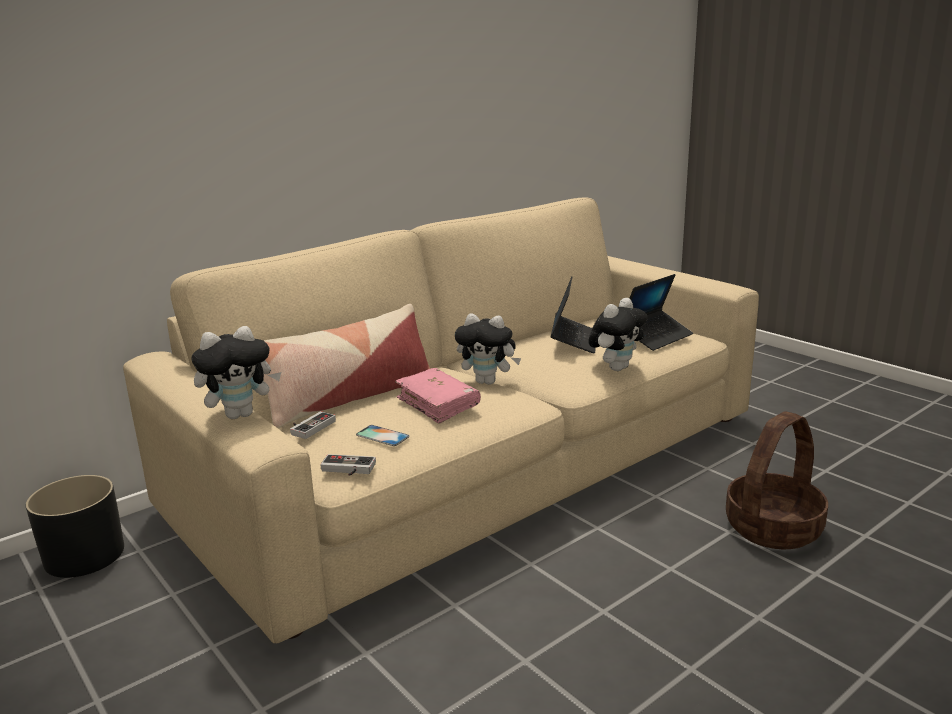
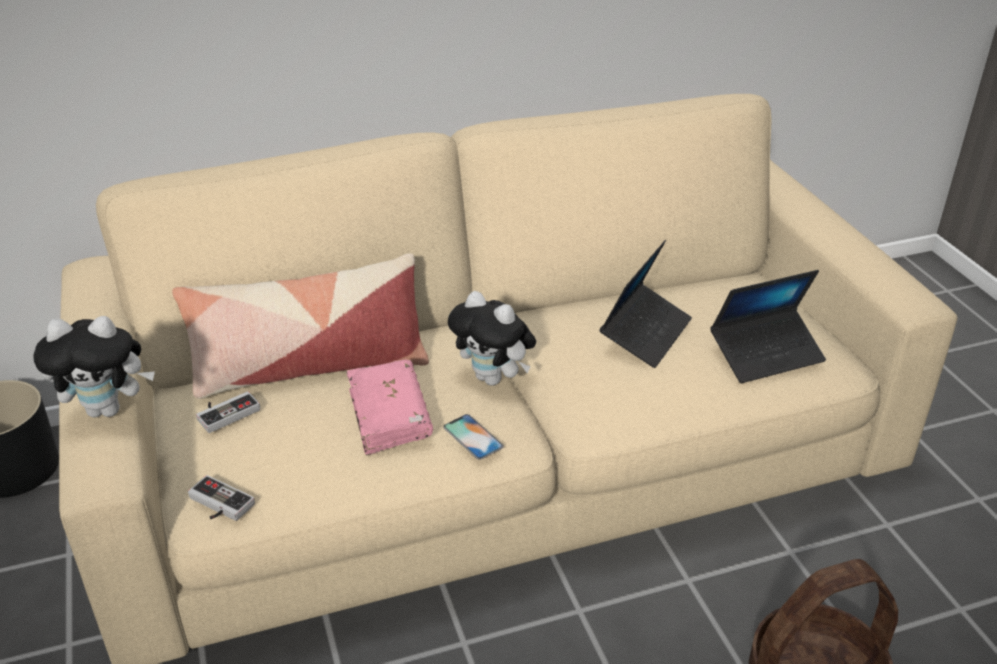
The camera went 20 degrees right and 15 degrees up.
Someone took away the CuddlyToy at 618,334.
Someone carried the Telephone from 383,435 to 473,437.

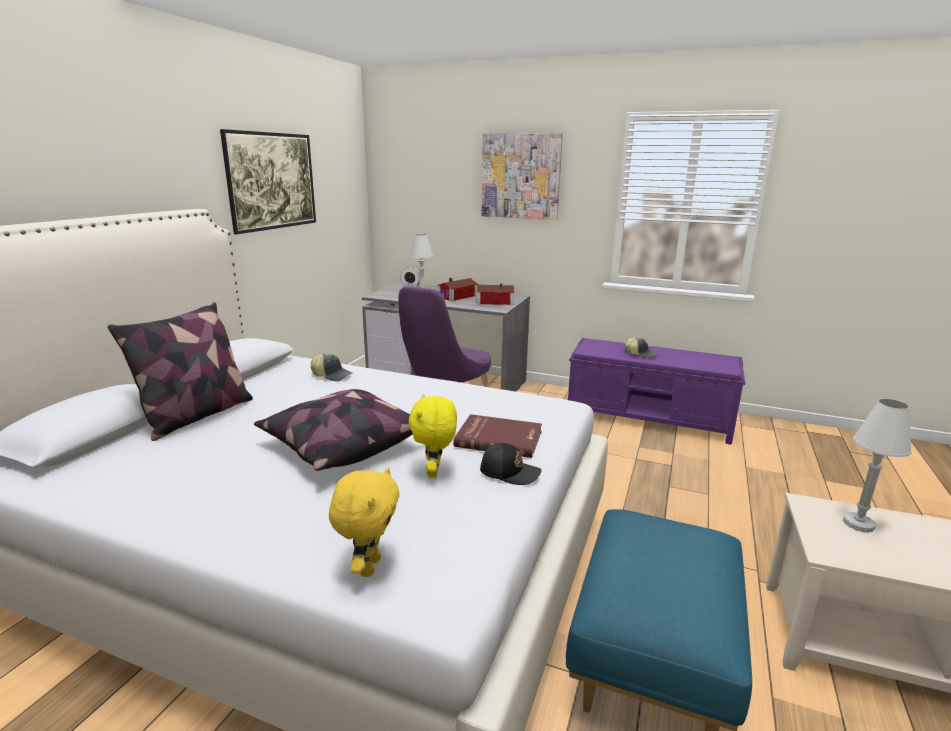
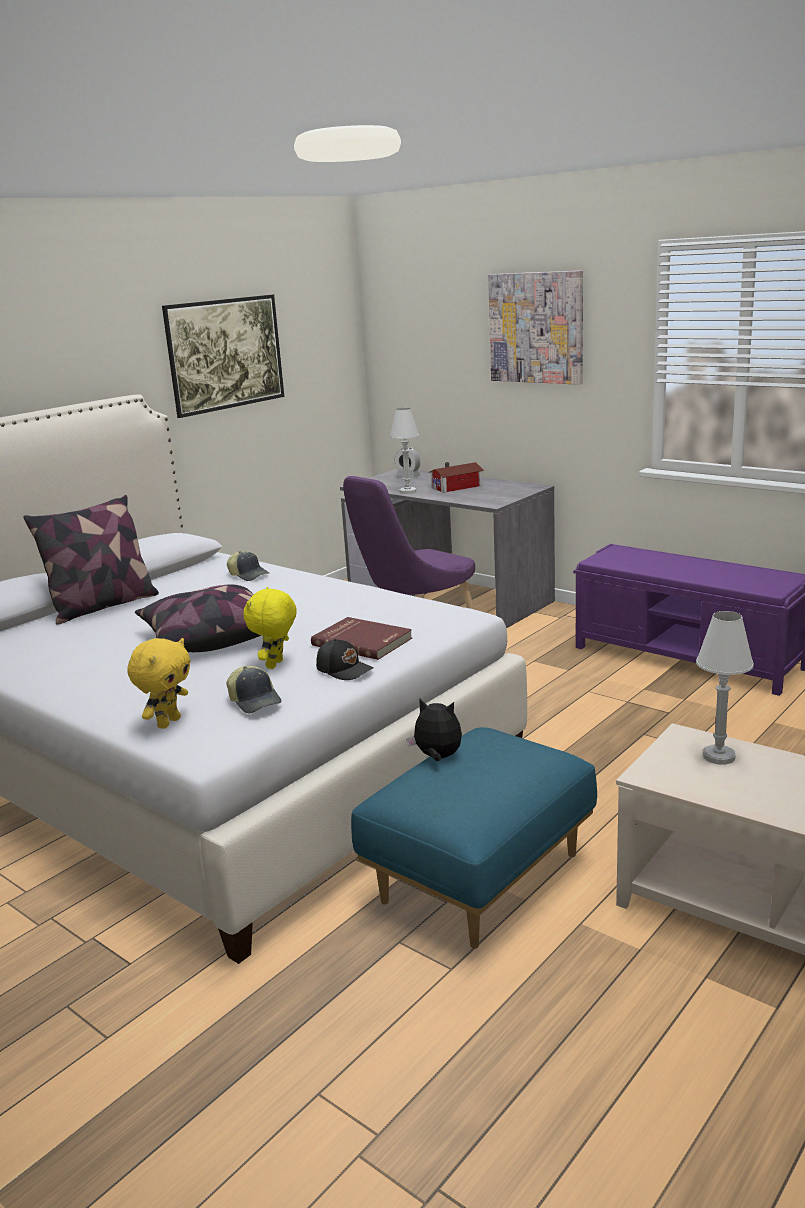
The camera went 20 degrees right and 0 degrees up.
Someone took away the MiniatureHouse at 495,294.
Someone carried the PeakedCap from 640,348 to 254,689.
Someone put down the CuddlyToy at 434,730.

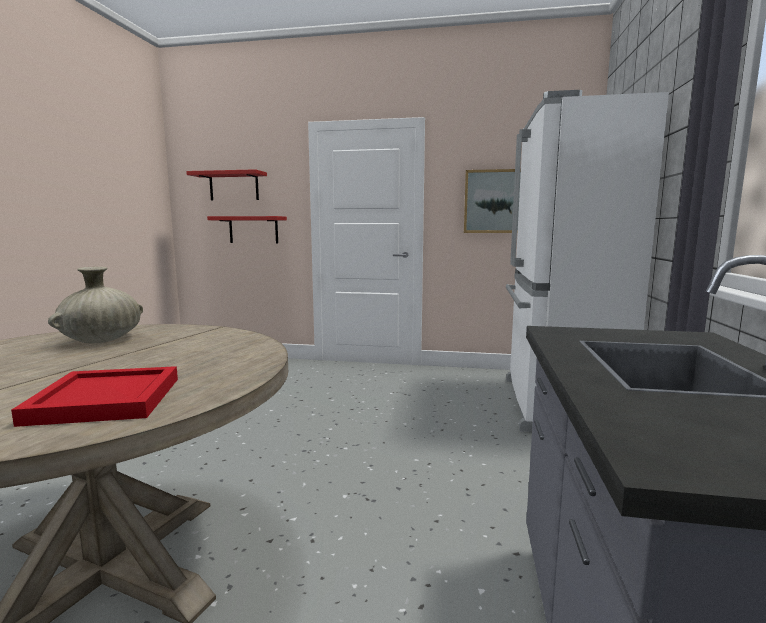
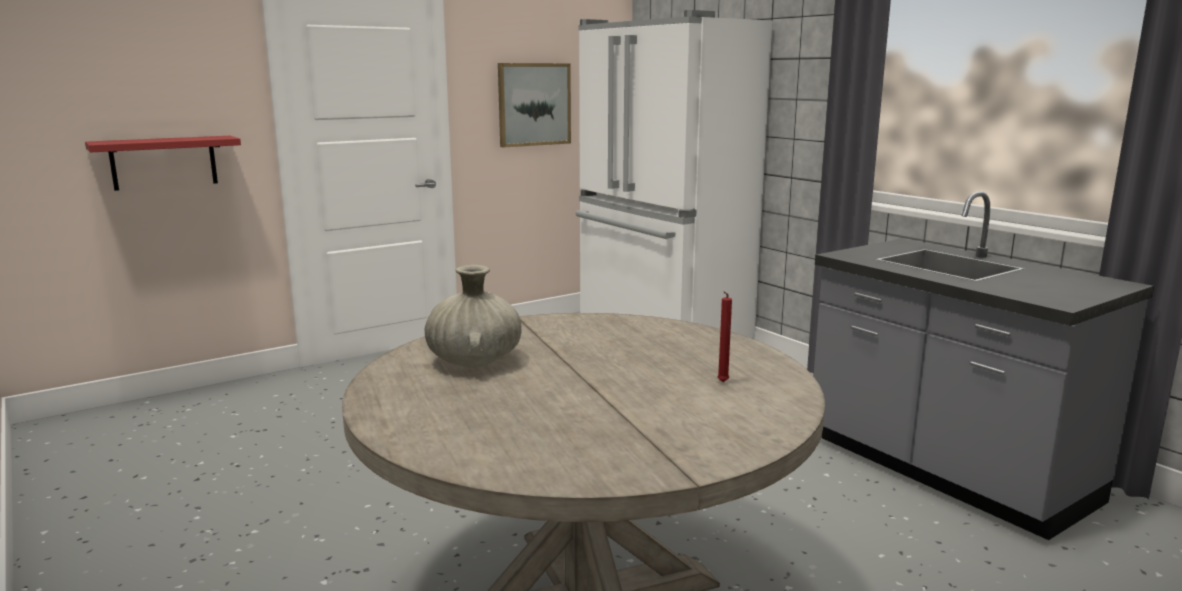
The camera went 45 degrees left and 5 degrees up.
Someone took away the RedShelf at 226,185.
Someone swapped the RedServingTray at 94,396 for the RedCandle at 724,336.

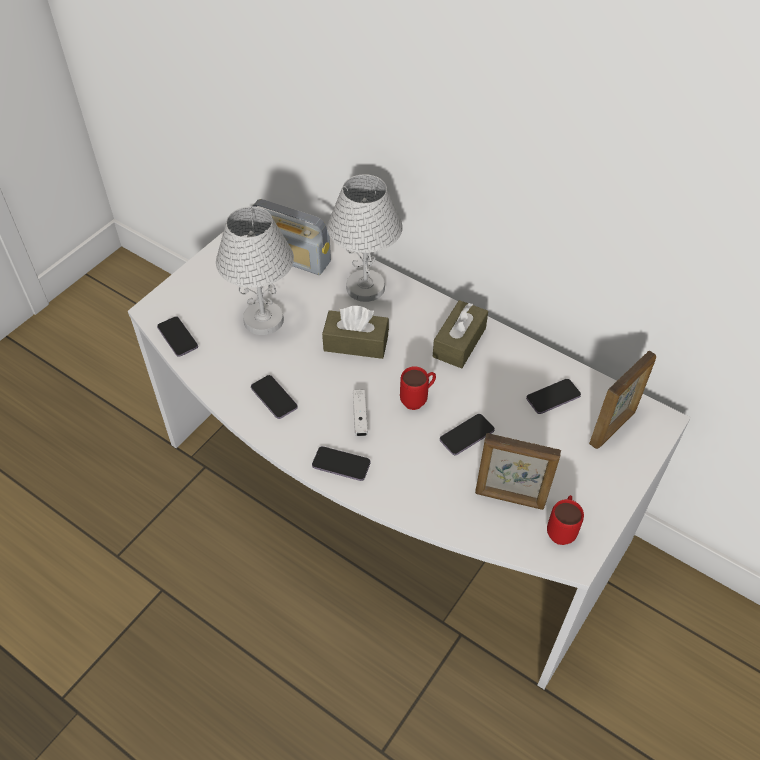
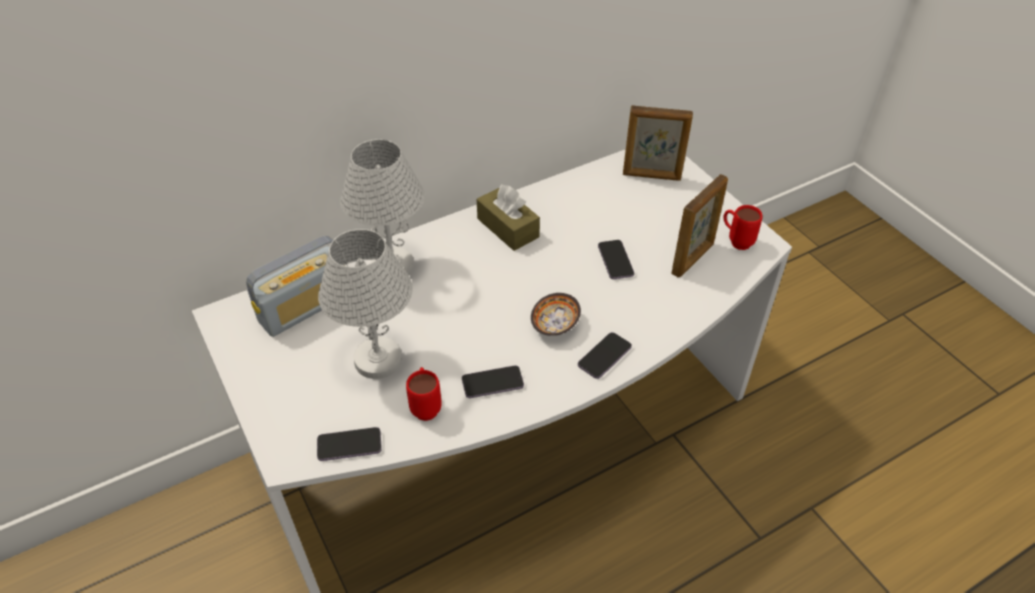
The camera went 65 degrees left and 5 degrees down.
Someone took away the BrownishBoxOfTissues at 355,332.
Someone rotated the StandingFrame at 622,400 by 120 degrees clockwise.
Someone carried the RedTeaMug from 418,388 to 424,394.
Someone took away the Telephone at 553,396.
Someone swapped the WhiteGamepad at 360,412 for the ServingBowl at 556,314.

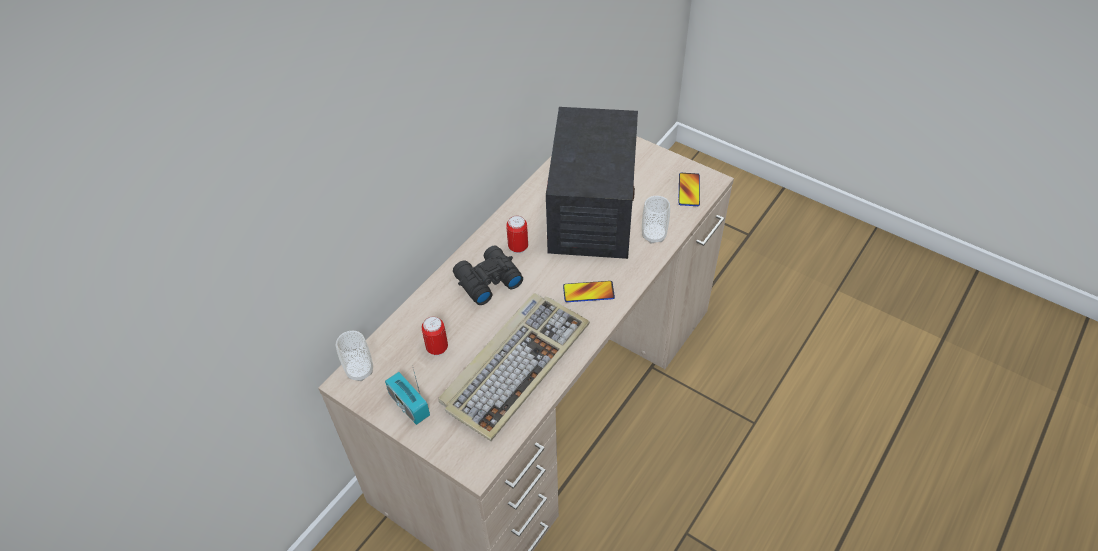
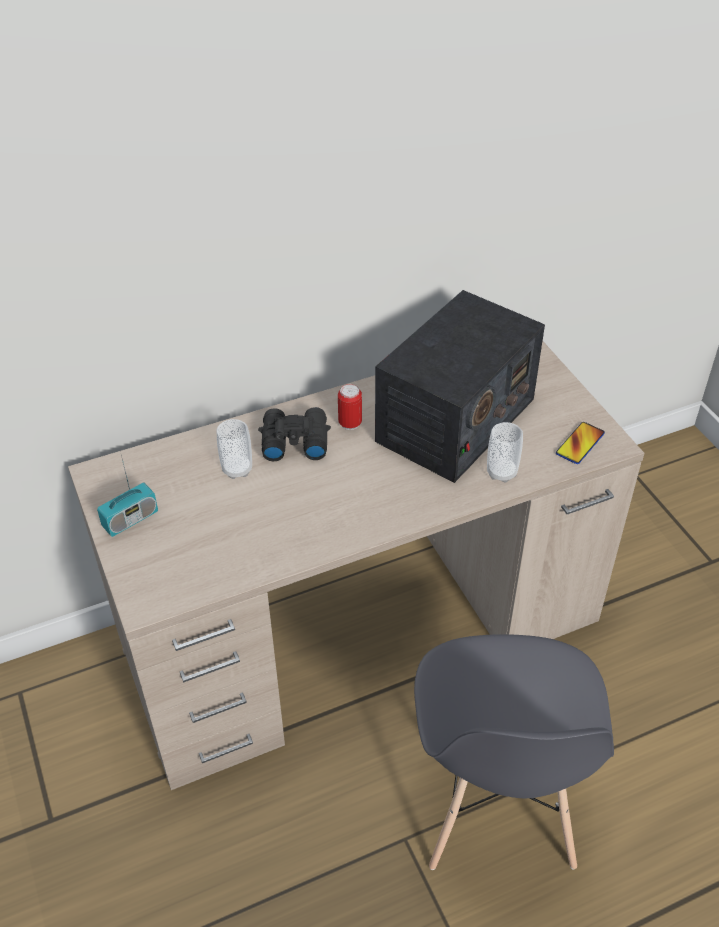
The camera went 30 degrees right and 5 degrees down.
Someone took away the Telephone at 589,291.
Someone took away the PcKeyboard at 514,367.
Someone took away the MetalCan at 435,336.
Someone carried the SmallCup from 354,356 to 234,449.
Someone rotated the RadioSet at 407,395 by 120 degrees counterclockwise.
Someone put down the GreyPlainChair at 514,752.

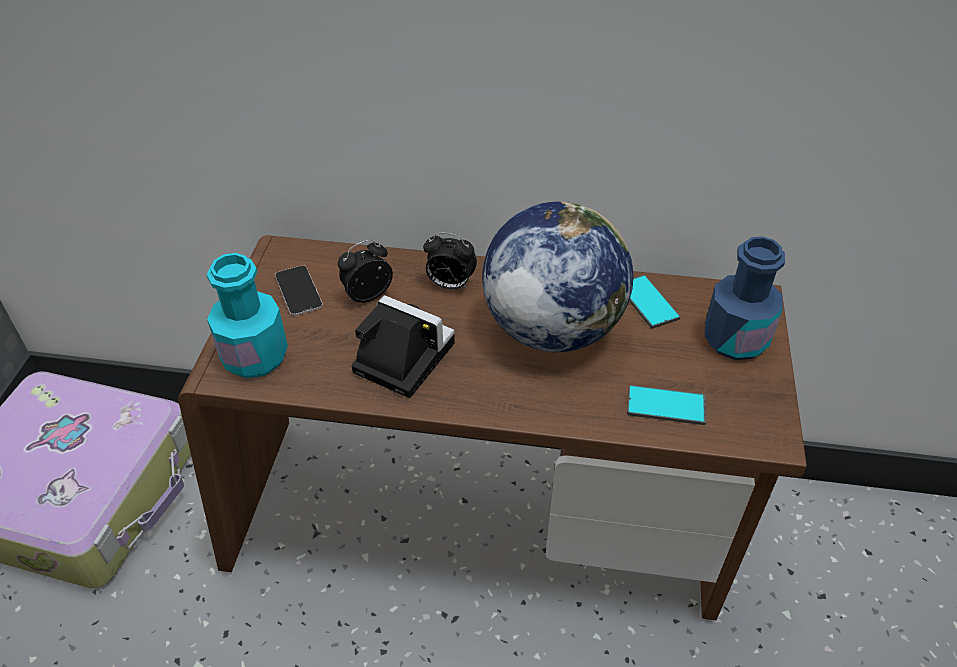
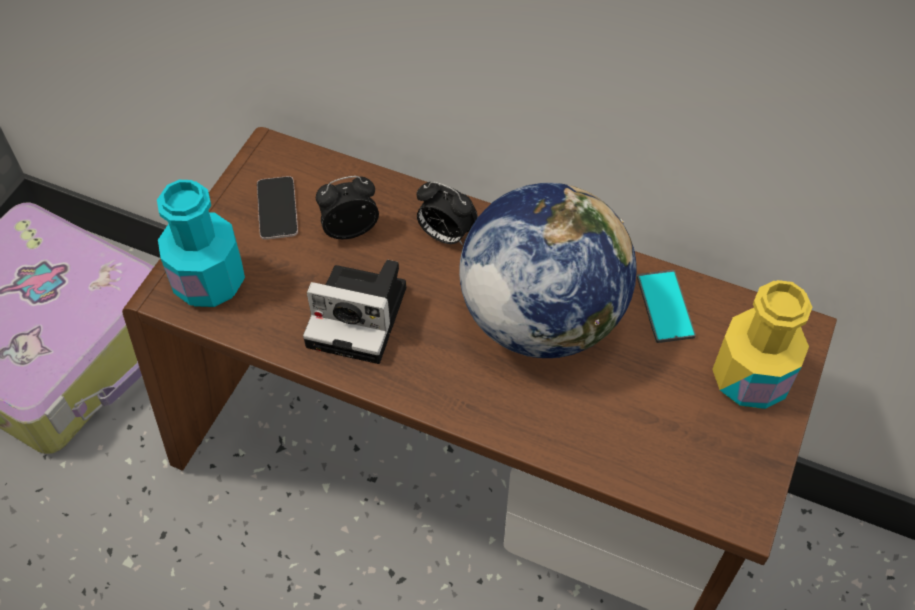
The camera went 15 degrees right and 10 degrees up.
Someone repainted the BluishBeverageBottle at 745,298, which became the YellowColouredBeverageBottle at 762,344.
Someone rotated the StillCamera at 403,346 by 150 degrees clockwise.
Someone took away the Telephone at 666,405.

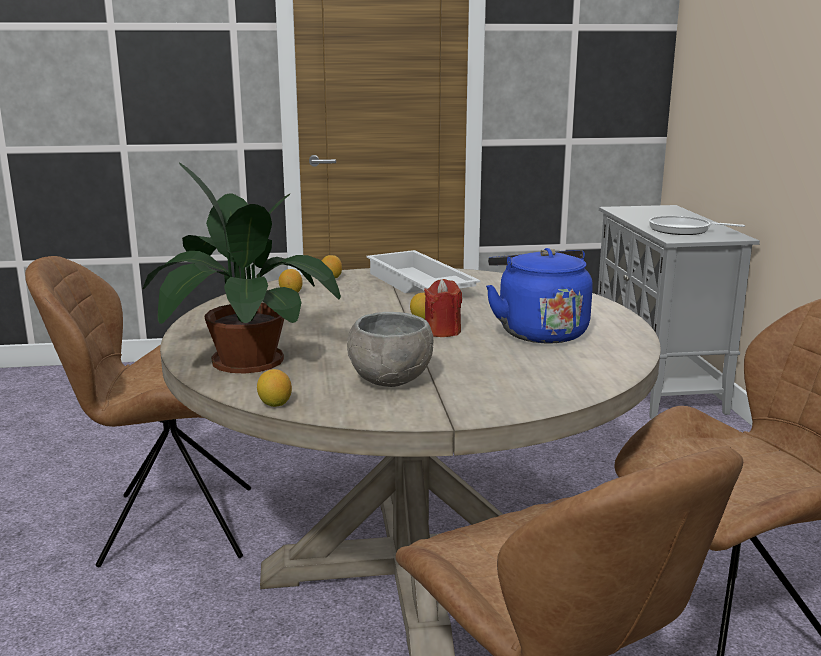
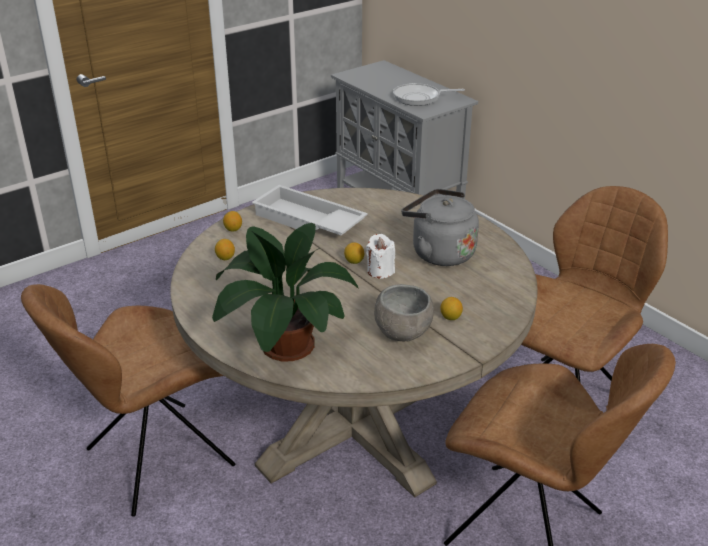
The camera went 30 degrees left and 15 degrees up.
Someone repainted the BluishTeaKettle at 539,295, which became the GreyTeaKettle at 440,227.
Someone repainted the RedCandle at 443,308, which became the WhiteCandle at 380,256.
Someone carried the Lemon from 274,388 to 451,308.

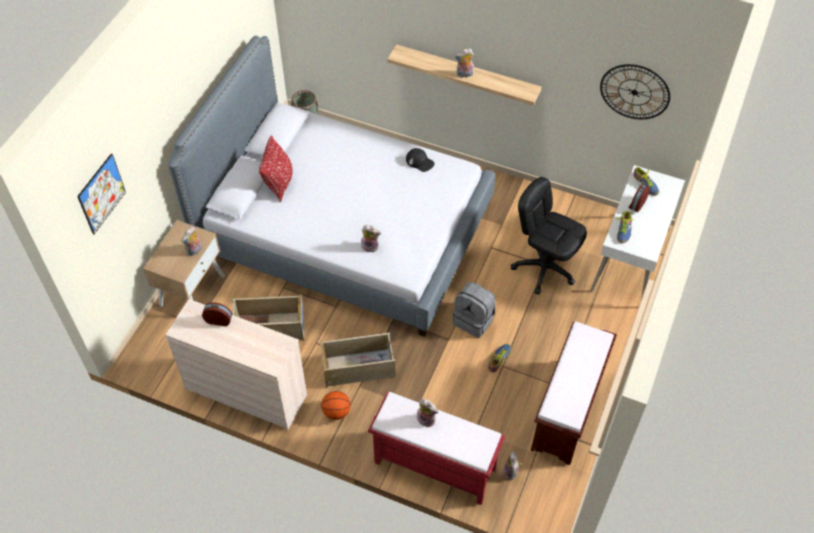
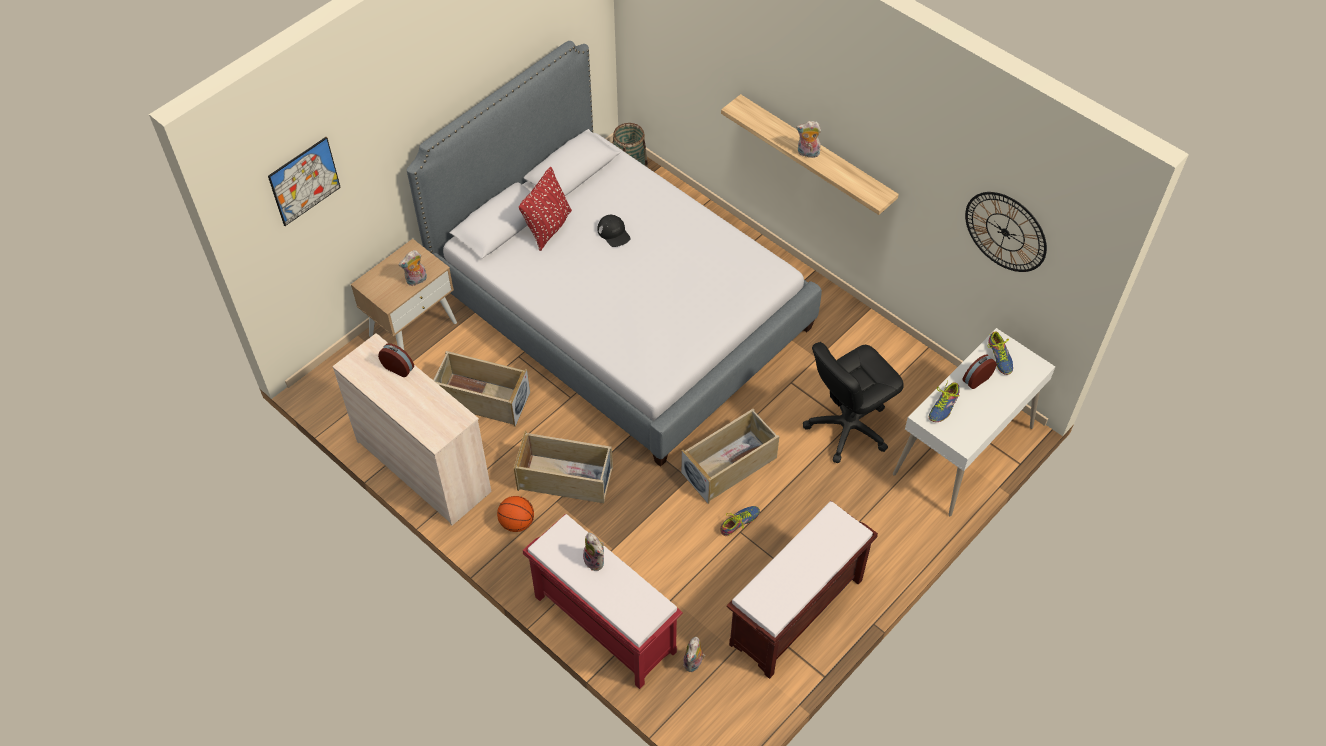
The camera went 20 degrees right and 0 degrees up.
Someone carried the BlackColouredPeakedCap from 420,160 to 614,231.
Someone rotated the BlackColouredOfficeChair at 549,236 by 90 degrees counterclockwise.
Someone took away the CuddlyToy at 371,239.
Someone swapped the GreyBackpack at 474,310 for the SandColouredStorageContainer at 730,456.

